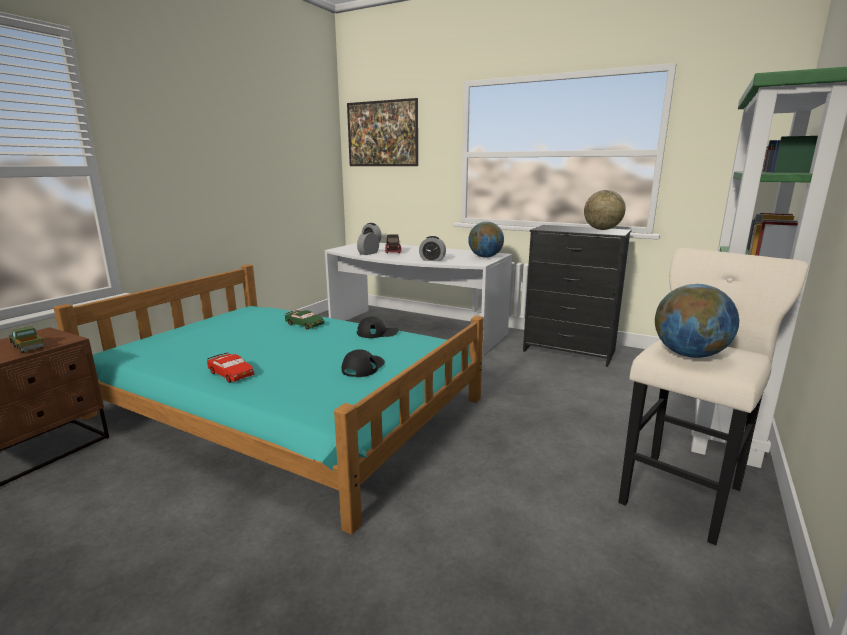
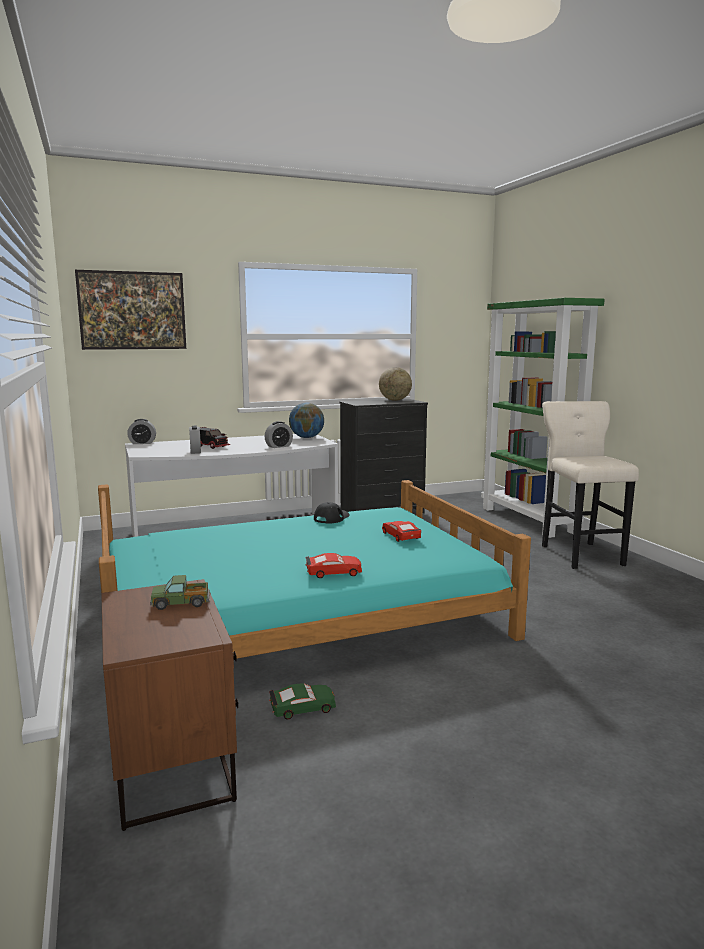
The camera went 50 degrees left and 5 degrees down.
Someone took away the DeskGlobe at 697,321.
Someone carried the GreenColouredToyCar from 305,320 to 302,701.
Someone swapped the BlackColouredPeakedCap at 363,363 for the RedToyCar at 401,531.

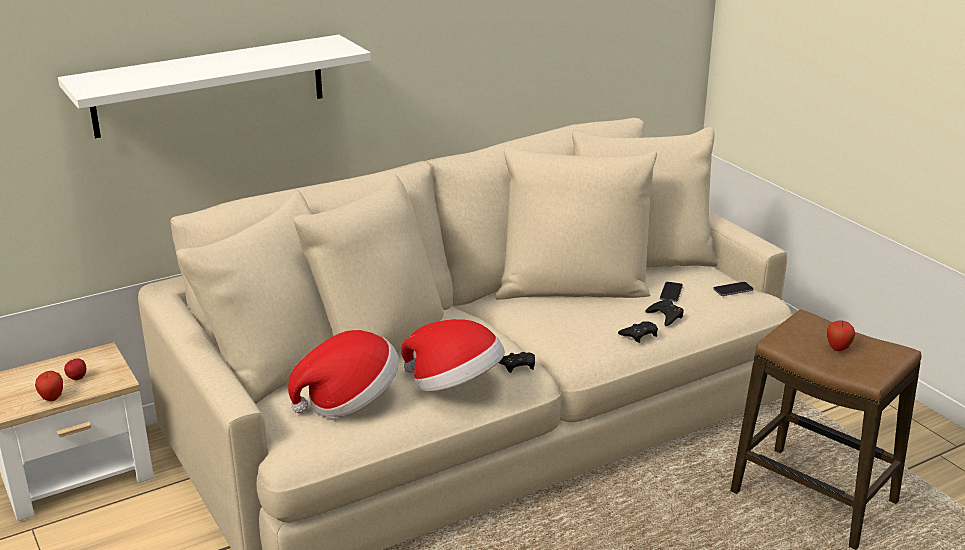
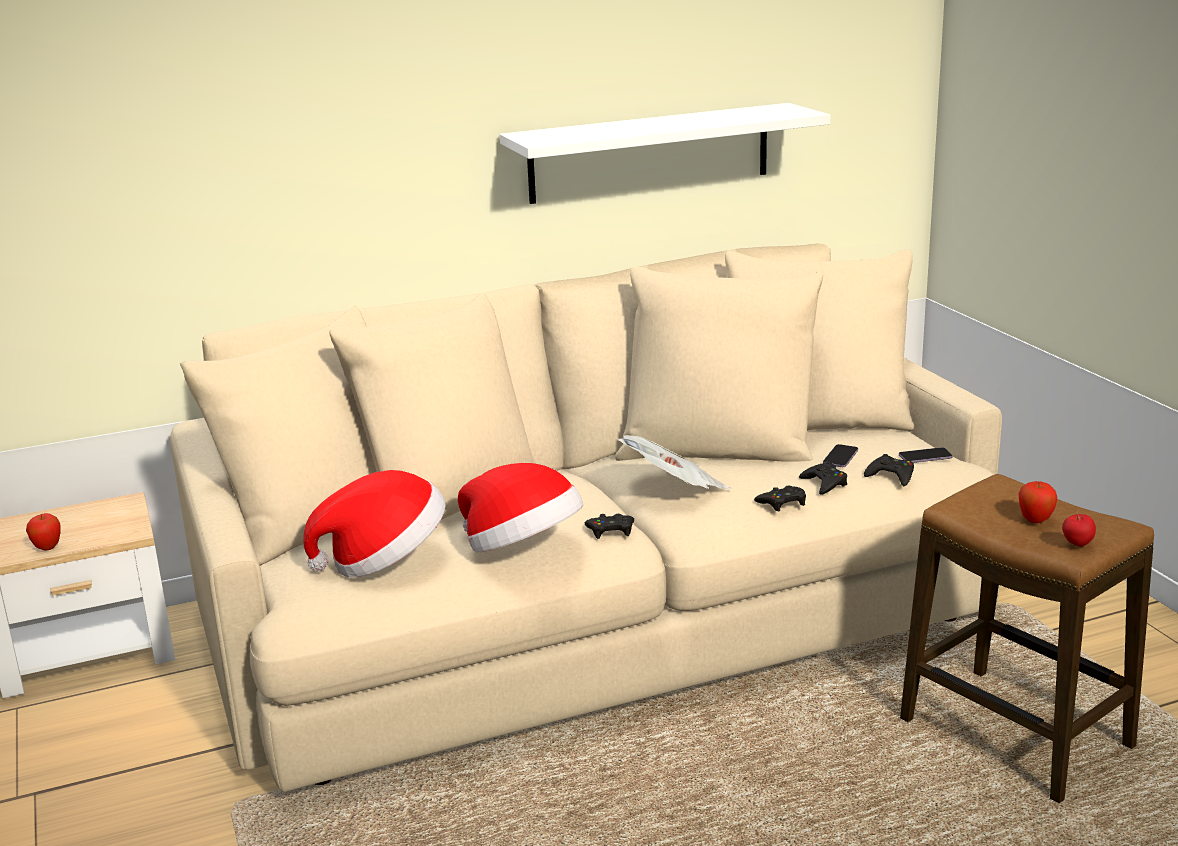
The camera went 10 degrees right and 5 degrees down.
Someone carried the WhiteShelf from 214,86 to 665,153.
Someone carried the AppleFruit from 75,369 to 1079,530.
Someone put down the PrintedPaper at 674,462.
Someone put down the BlackColouredGamepad at 889,470.

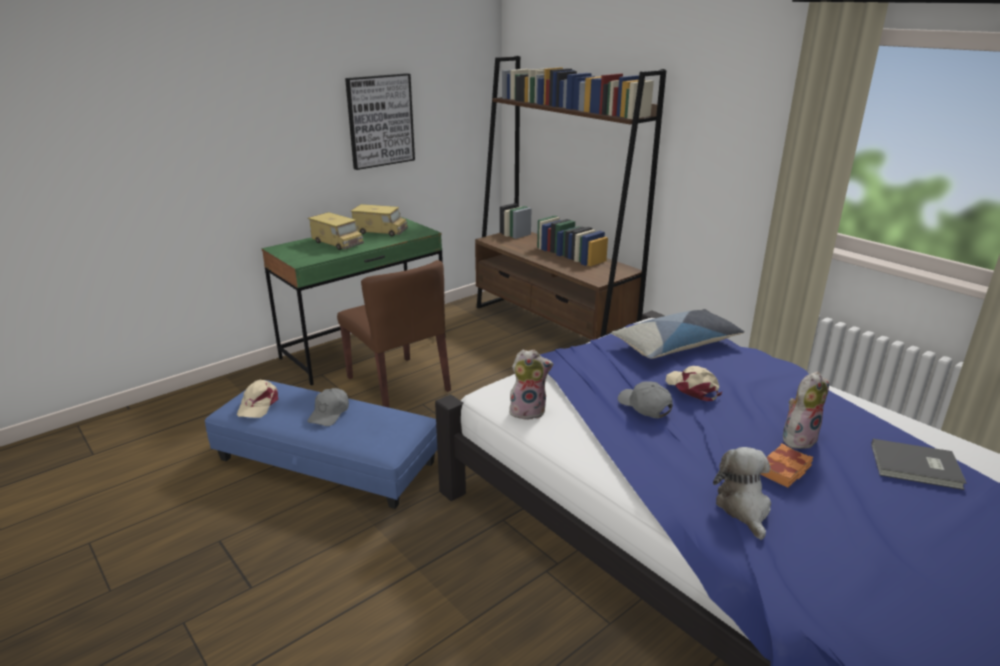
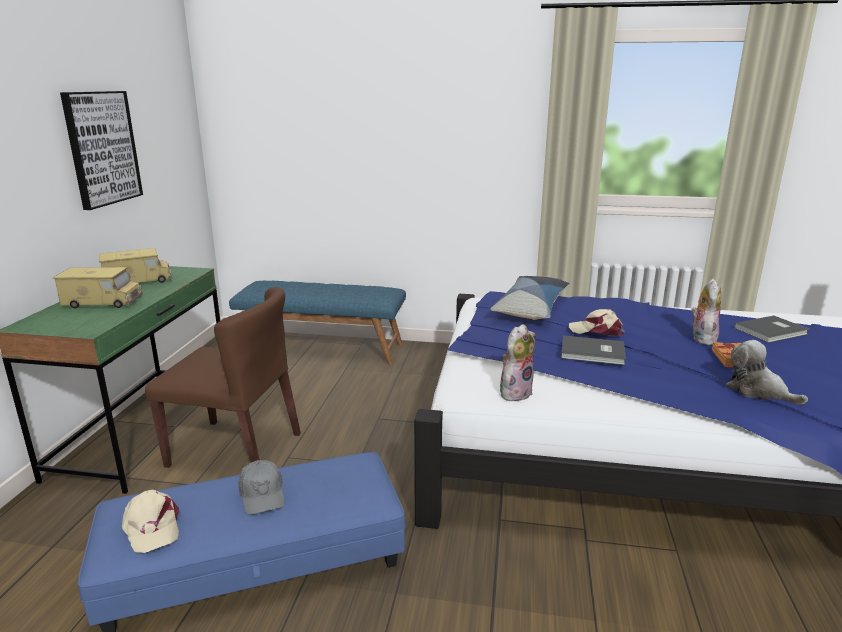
The camera went 40 degrees left and 5 degrees down.
Someone swapped the BrownishBookcase at 570,198 for the BluishIndoorBench at 317,323.
Someone swapped the GreyPeakedCap at 645,399 for the GreyBook at 593,350.

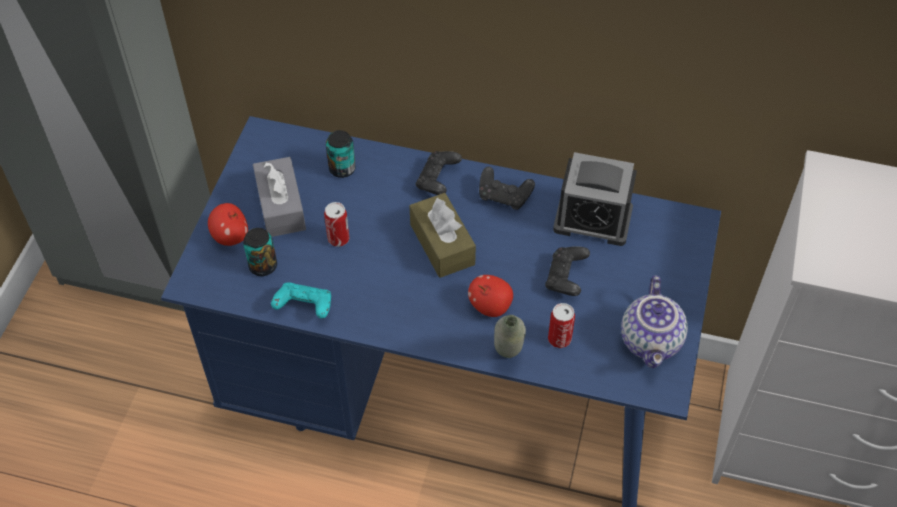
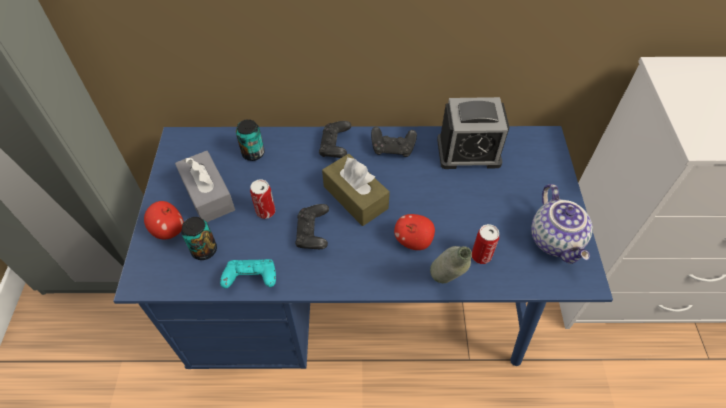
The camera went 15 degrees left and 0 degrees up.
Someone carried the BlackColouredGamepad from 567,271 to 312,226.

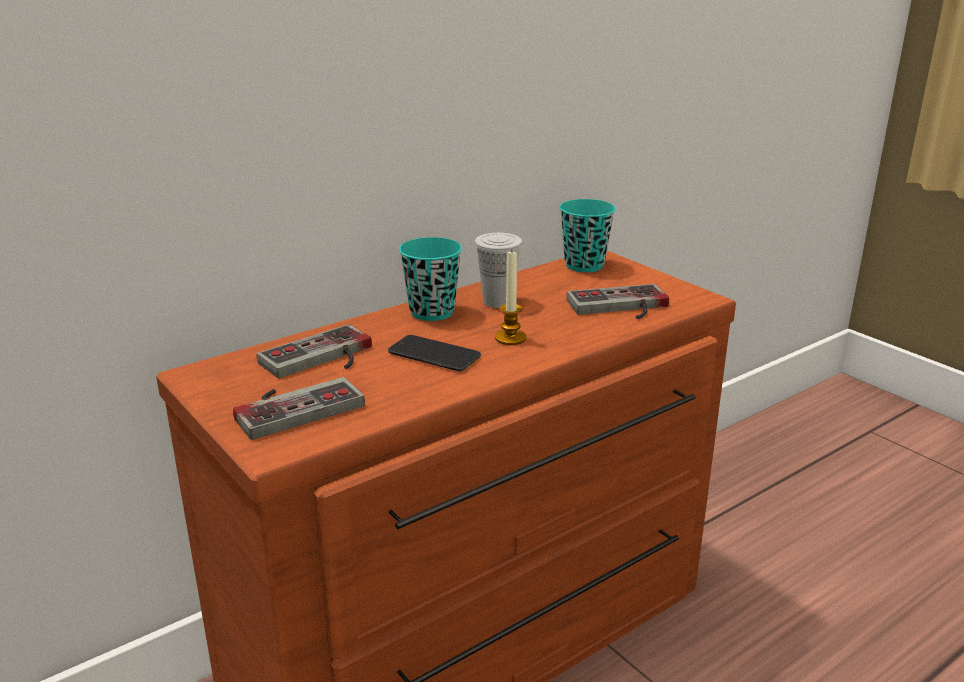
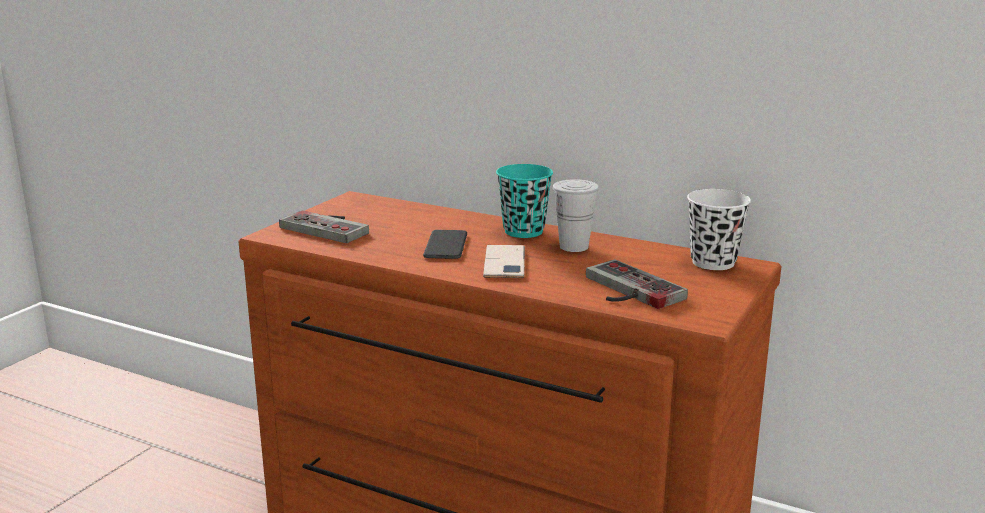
The camera went 65 degrees right and 5 degrees down.
Someone repainted the TurquoiseColouredSmallCup at 588,235, which became the WhiteSmallCup at 719,229.
Someone swapped the Candle at 510,298 for the Telephone at 504,261.
Someone took away the Gamepad at 314,351.

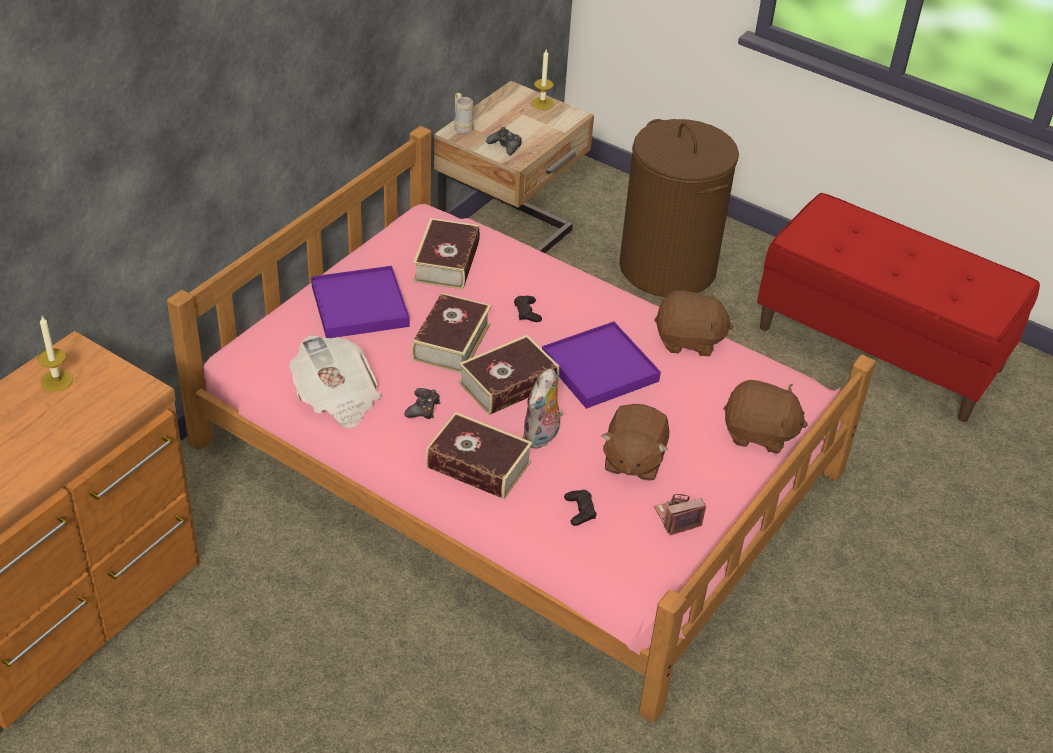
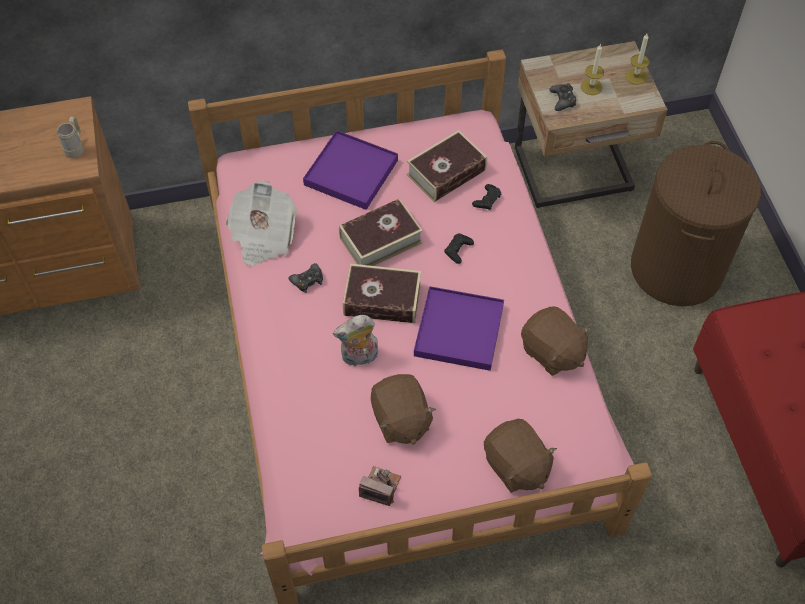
The camera went 45 degrees right and 15 degrees up.
Someone carried the SandColouredTeaMug from 464,113 to 70,137.
Someone carried the Candle from 55,354 to 592,69.
Someone rotated the BrownishCuddlyToy at 635,442 by 75 degrees counterclockwise.
Someone took away the Book at 479,455.
Someone carried the BlackColouredGamepad from 580,508 to 486,197.

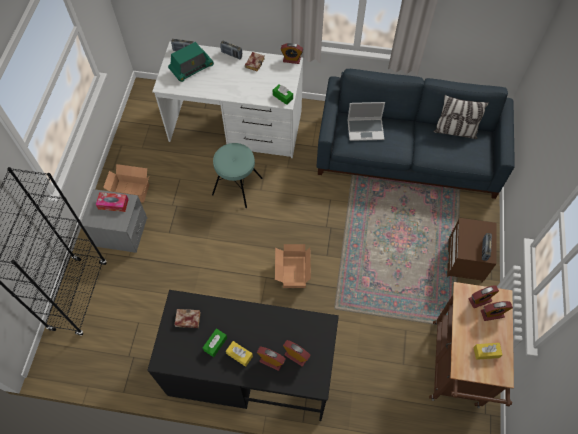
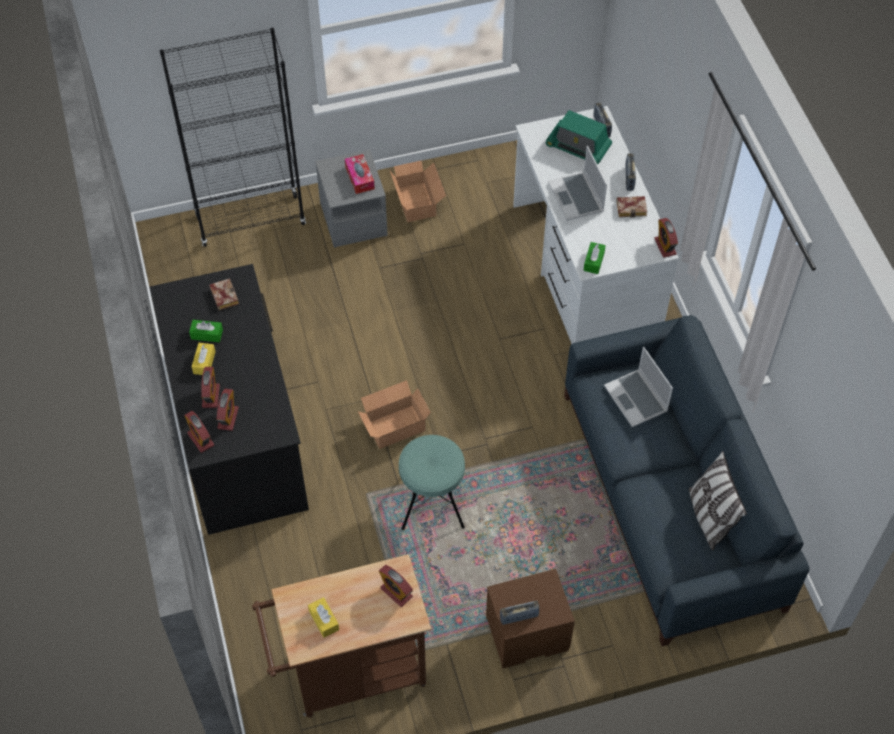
The camera went 65 degrees right and 5 degrees down.
Someone carried the TurquoiseColouredSittingStool from 237,175 to 432,482.
Someone carried the BedsideClock from 497,311 to 199,432.
Someone put down the Laptop at 577,183.

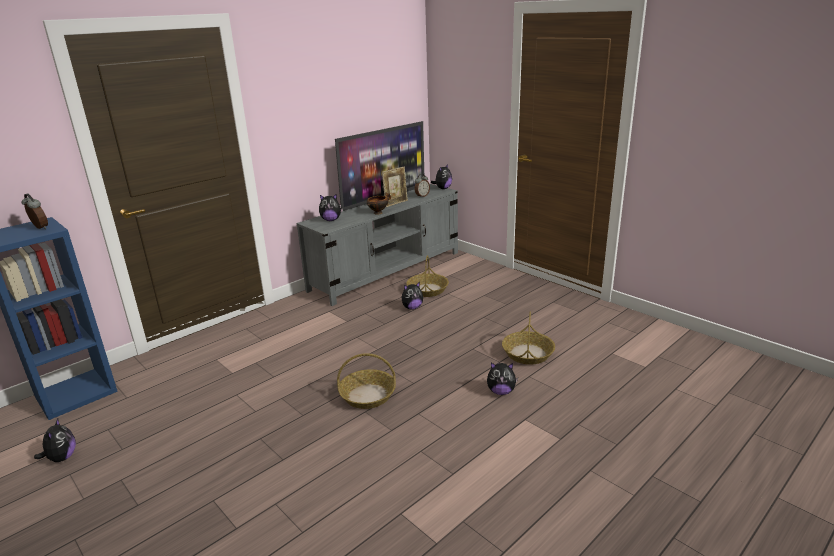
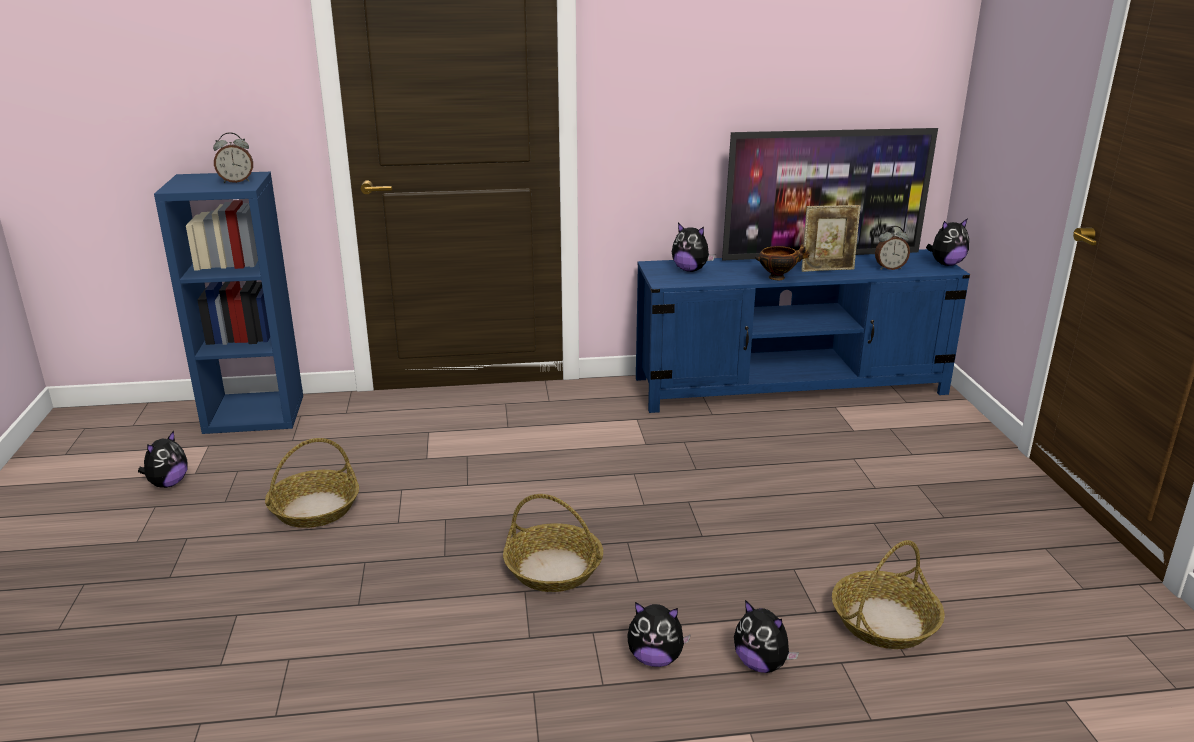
The camera went 35 degrees right and 0 degrees up.
Someone repainted the GreyMediaConsole at 377,245, which became the BluishMediaConsole at 803,331.
Someone rotated the BedsideClock at 34,211 by 90 degrees clockwise.
Someone carried the HouseholdBasket from 427,276 to 312,483.
Someone carried the CuddlyToy from 412,296 to 659,634.

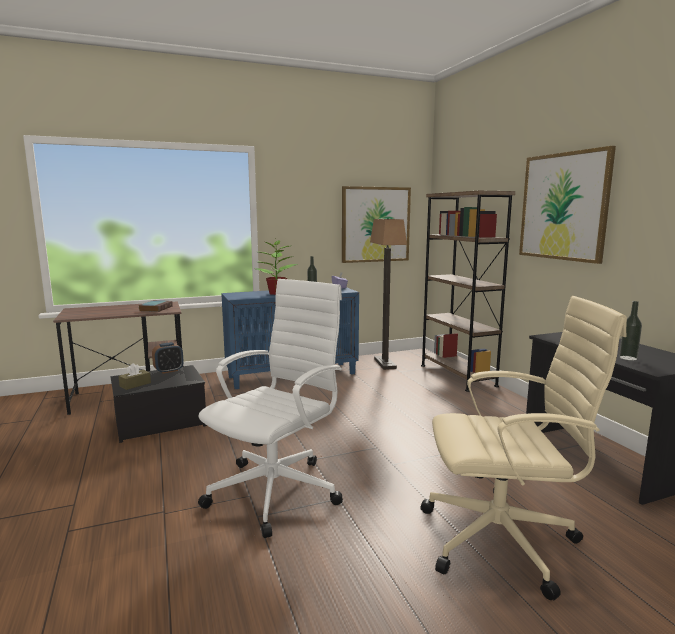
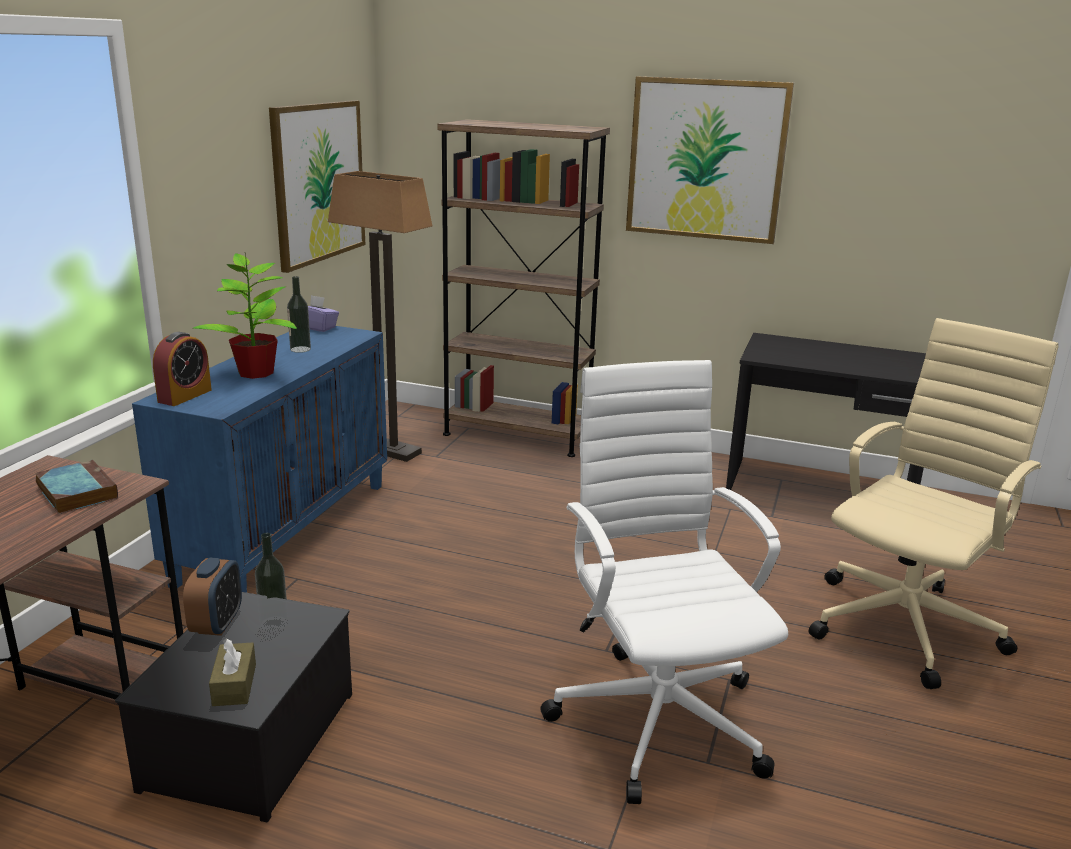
The camera went 50 degrees left and 10 degrees up.
Someone carried the BeverageBottle from 630,331 to 271,582.
Someone put down the BedsideClock at 182,369.

